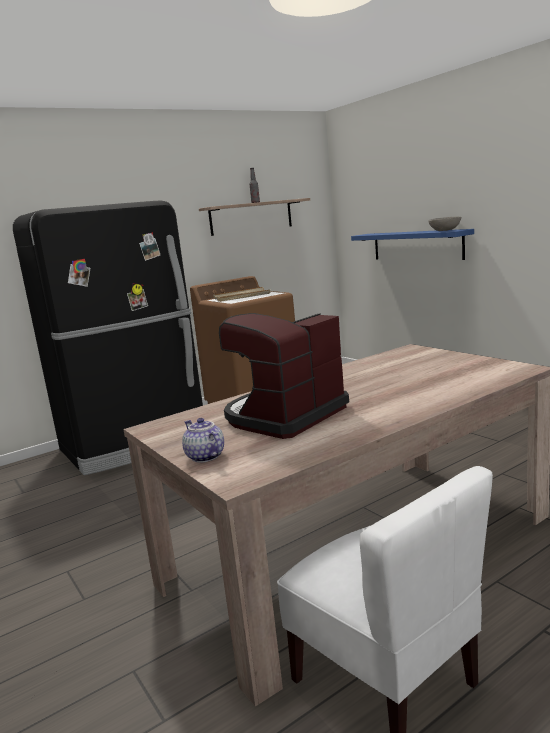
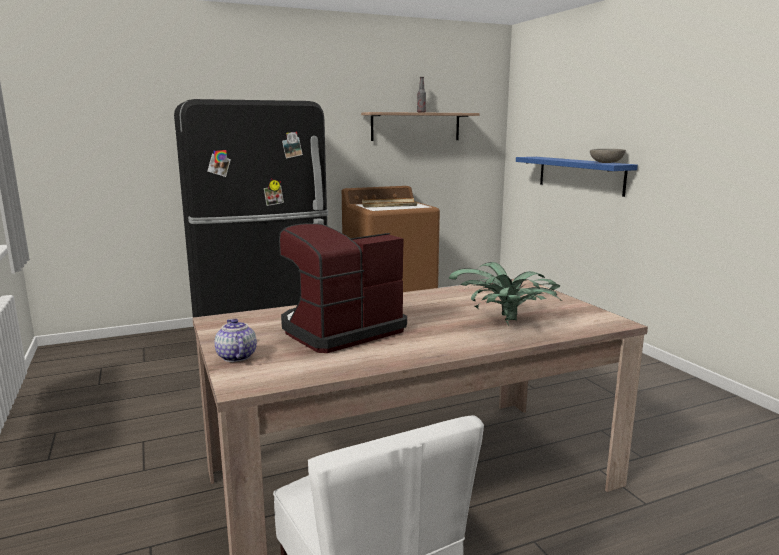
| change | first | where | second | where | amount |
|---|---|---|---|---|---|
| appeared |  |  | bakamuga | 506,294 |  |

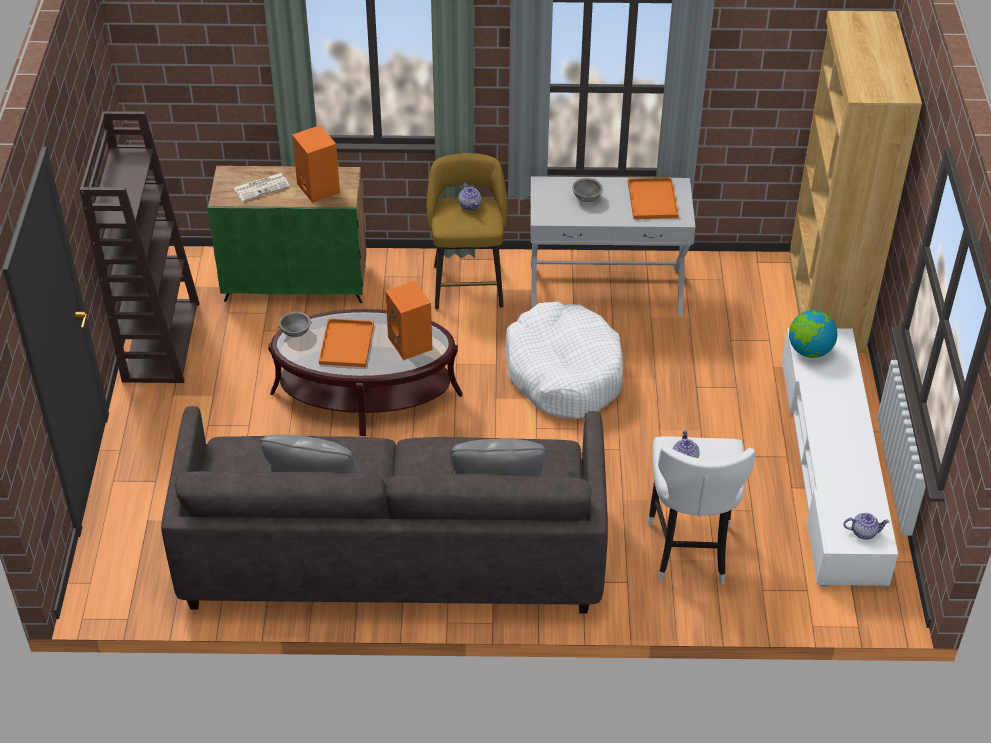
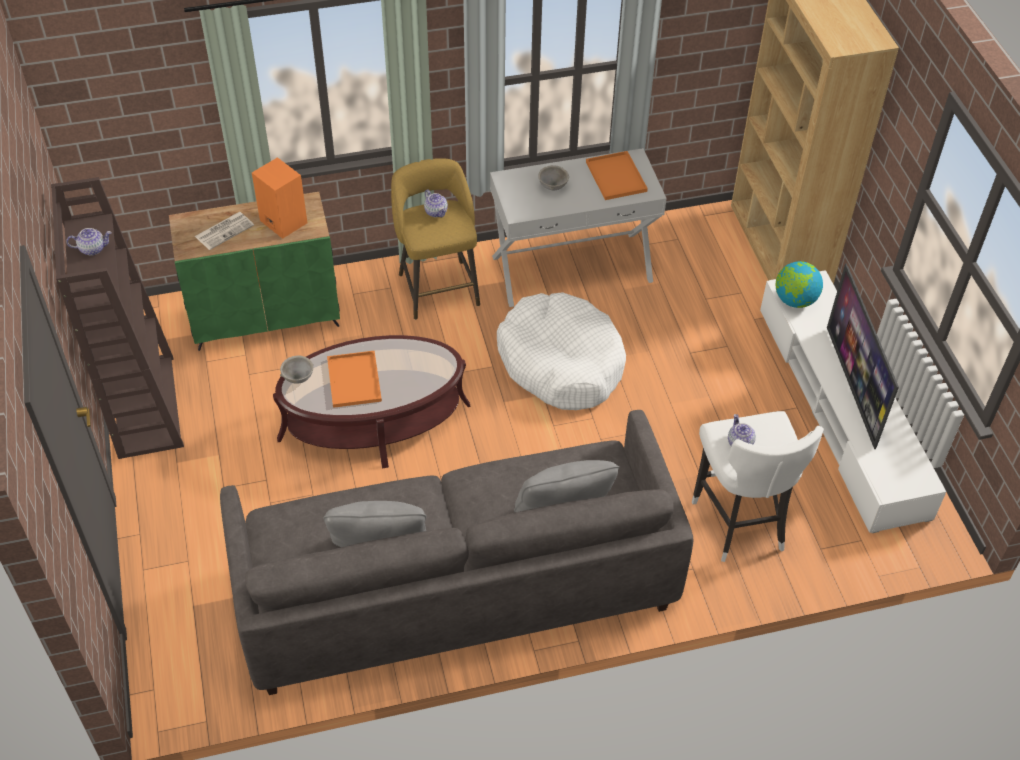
| change | first | where | second | where | amount |
|---|---|---|---|---|---|
| relocated | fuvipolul | 867,526 |  | 89,242 |  |
| appeared |  |  | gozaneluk | 863,356 |  |
| missing | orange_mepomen | 408,320 |  |  |  |

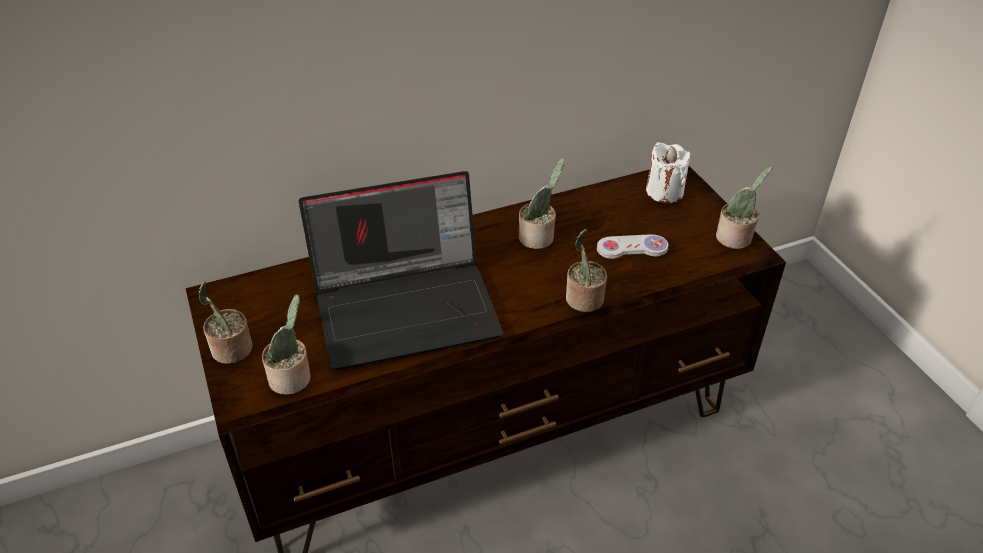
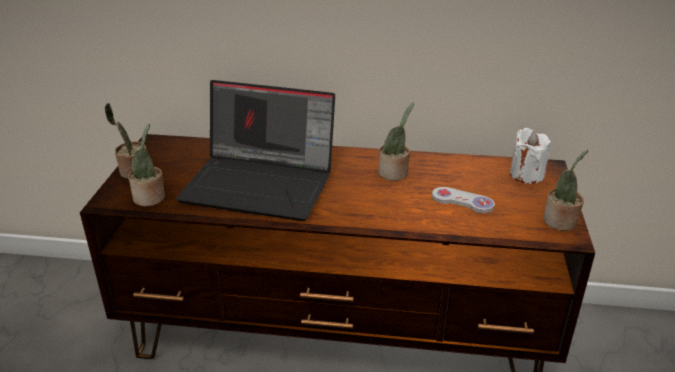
| change | first | where | second | where | amount |
|---|---|---|---|---|---|
| missing | bakamuga | 586,270 |  |  |  |

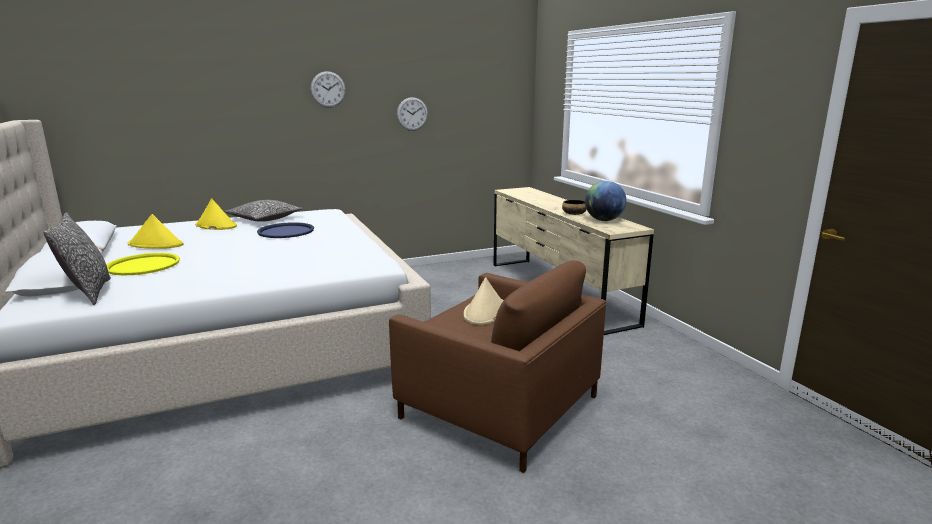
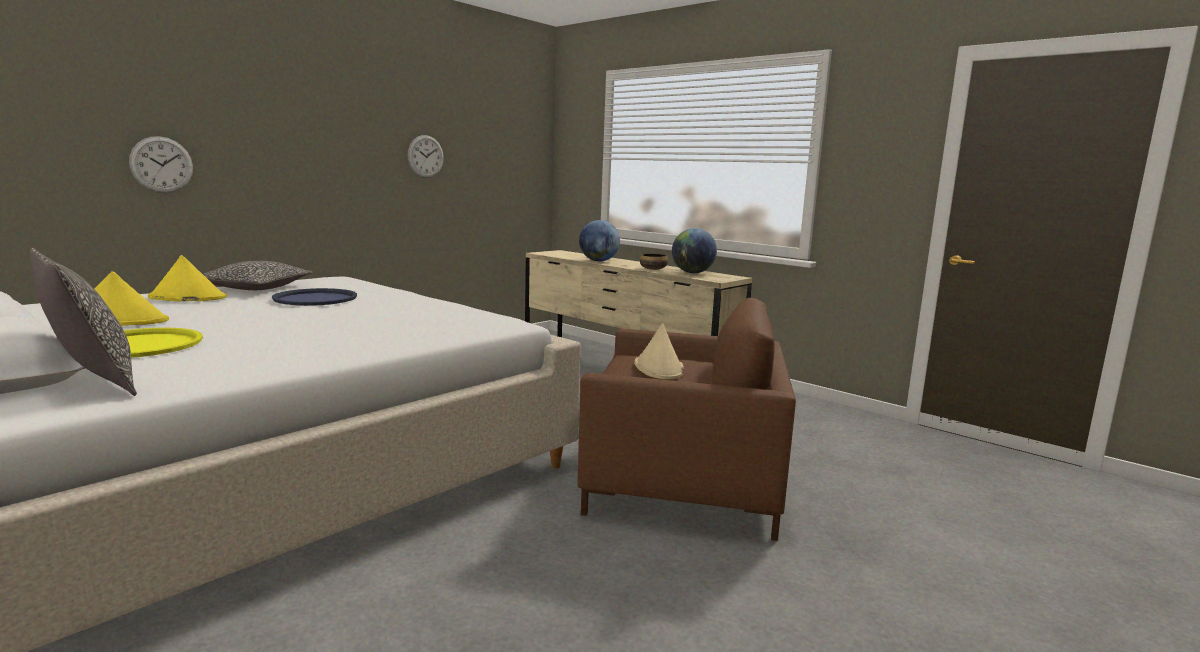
| change | first | where | second | where | amount |
|---|---|---|---|---|---|
| relocated | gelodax | 328,89 |  | 161,164 |  |
| appeared |  |  | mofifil | 599,240 |  |

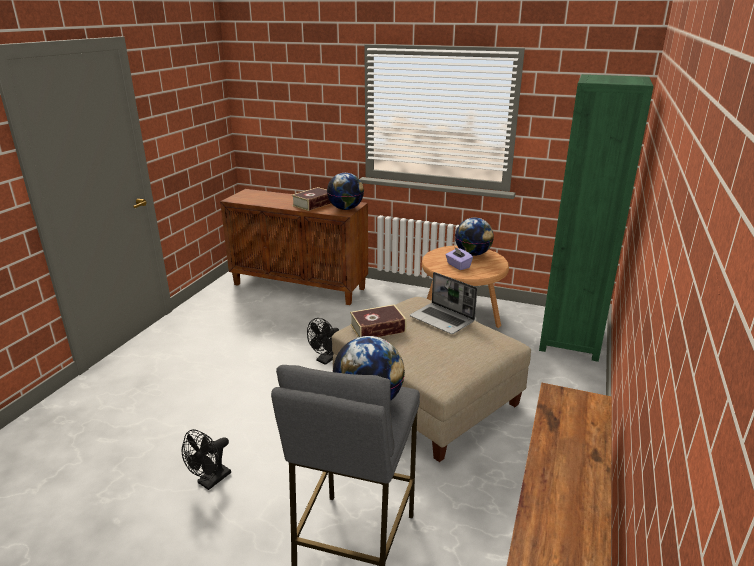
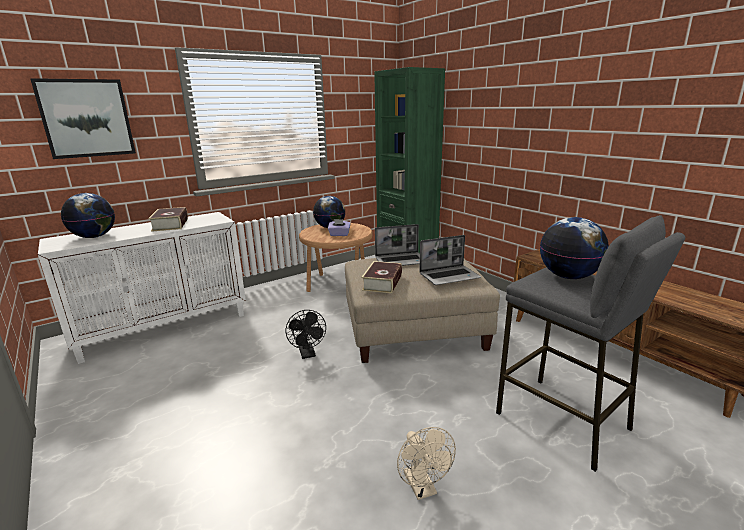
| change | first | where | second | where | amount |
|---|---|---|---|---|---|
| appeared |  |  | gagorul | 83,118 |  |
| colour | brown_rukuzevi | 294,247 | white_rukuzevi | 142,288 |  |
| relocated | mofifil | 345,191 |  | 88,215 |  |
| colour | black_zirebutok | 206,459 | beige_zirebutok | 426,463 |  |
| appeared |  |  | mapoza | 450,260 |  |

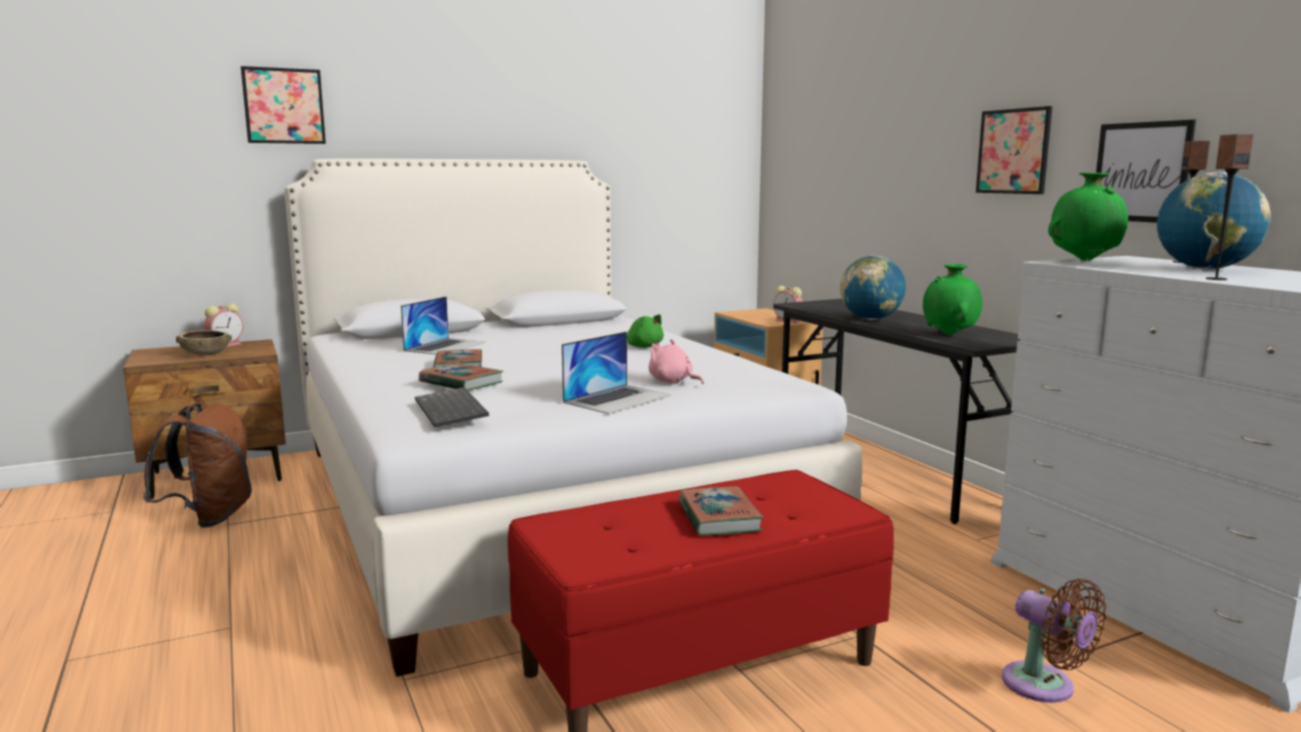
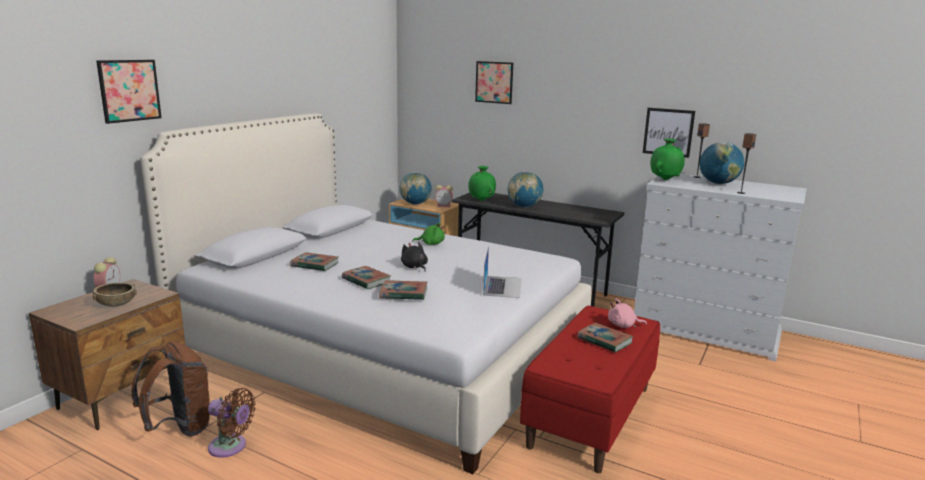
| change | first | where | second | where | amount |
|---|---|---|---|---|---|
| relocated | brown_zirebutok | 1054,641 |  | 232,423 |  |
| exchanged | mapoza | 443,325 | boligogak | 314,261 |  |
| appeared |  |  | mofifil | 416,188 |  |
| appeared |  |  | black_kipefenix | 414,257 |  |
| relocated | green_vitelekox | 952,299 |  | 482,183 |  |
| relocated | gagorul | 1014,150 |  | 494,82 |  |
| relocated | pink_kipefenix | 676,361 |  | 627,313 |  |
| missing | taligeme | 452,407 |  |  |  |

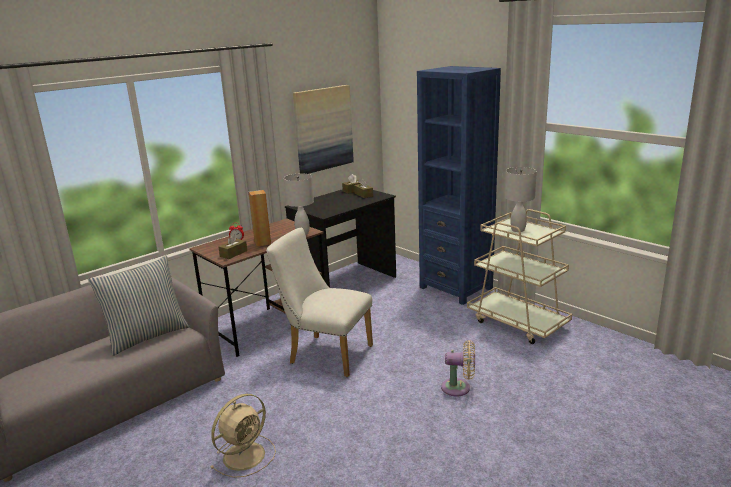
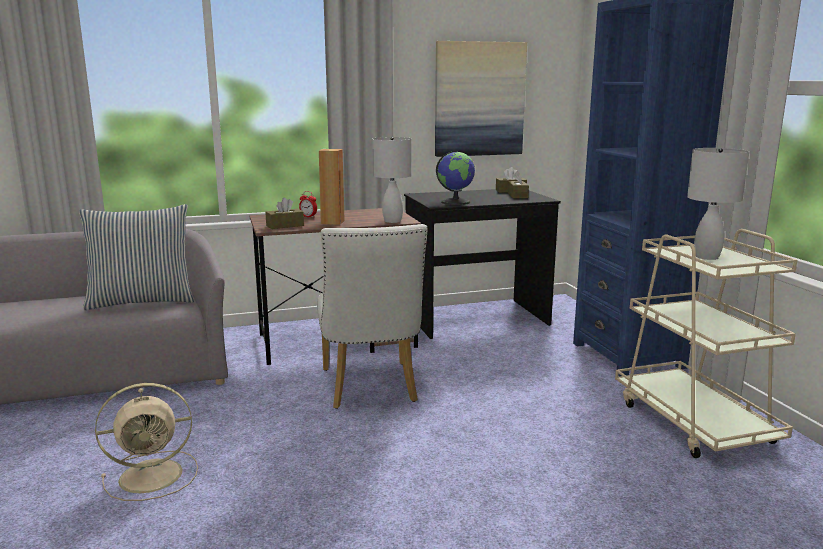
| change | first | where | second | where | amount |
|---|---|---|---|---|---|
| spun | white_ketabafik | 319,302 |  | 372,316 | 150 degrees counterclockwise |
| appeared |  |  | mofifil | 455,178 |  |
| missing | beige_zirebutok | 458,368 |  |  |  |

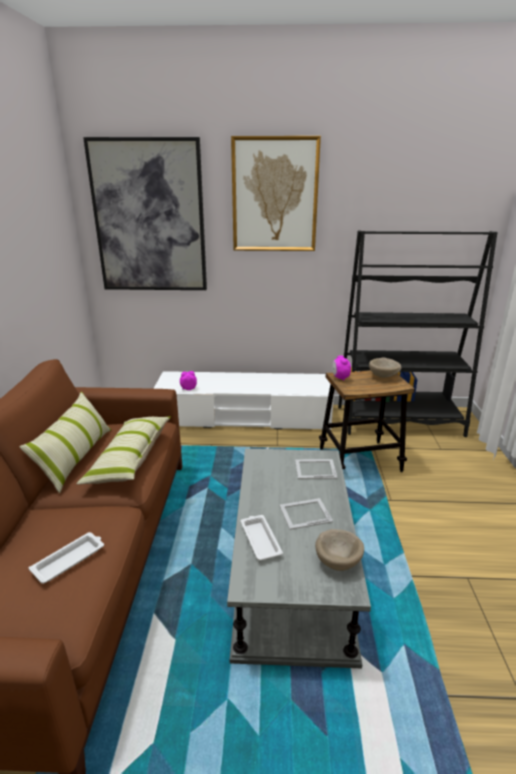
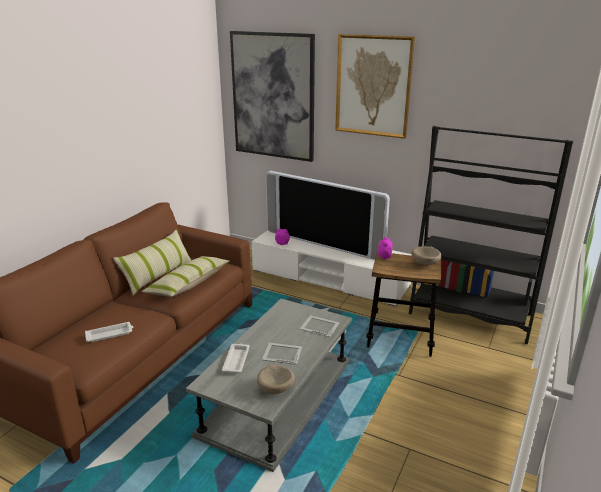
| change | first | where | second | where | amount |
|---|---|---|---|---|---|
| appeared |  |  | gozaneluk | 328,215 |  |

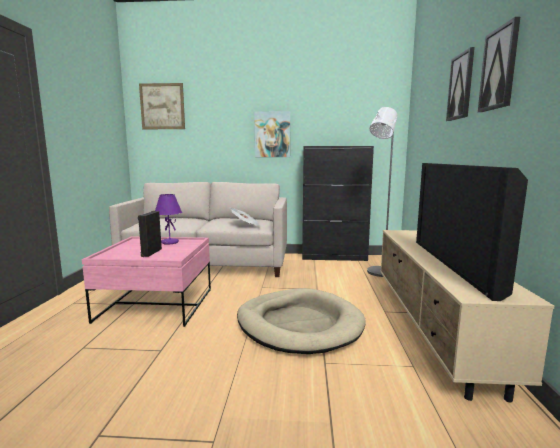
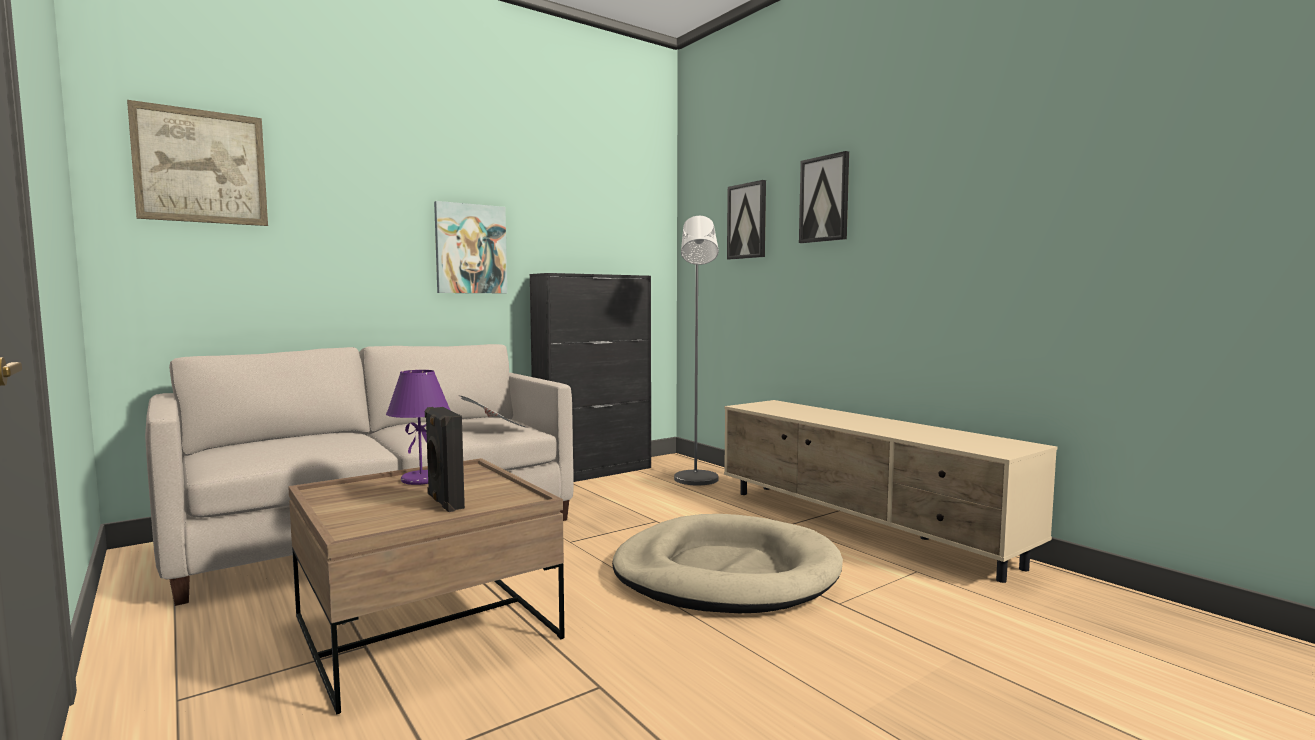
| change | first | where | second | where | amount |
|---|---|---|---|---|---|
| colour | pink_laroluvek | 146,282 | brown_laroluvek | 426,586 |  |
| relocated | gagorul | 499,64 |  | 746,219 |  |
| missing | gozaneluk | 472,232 |  |  |  |

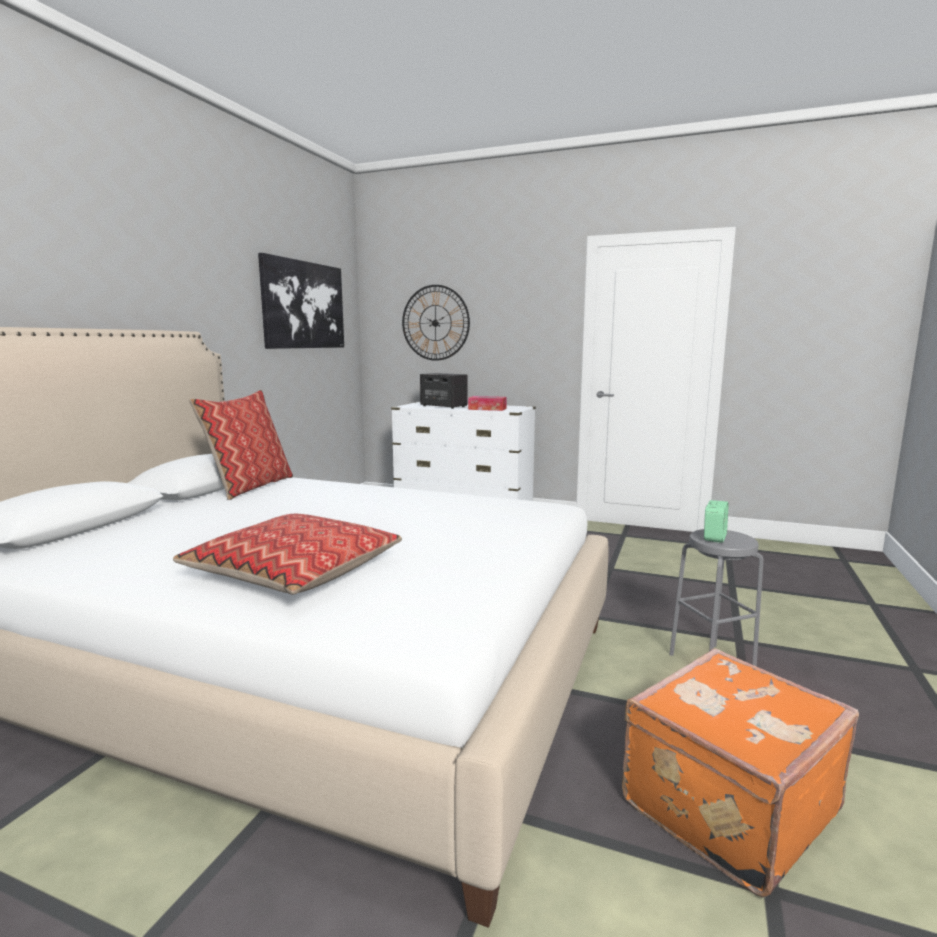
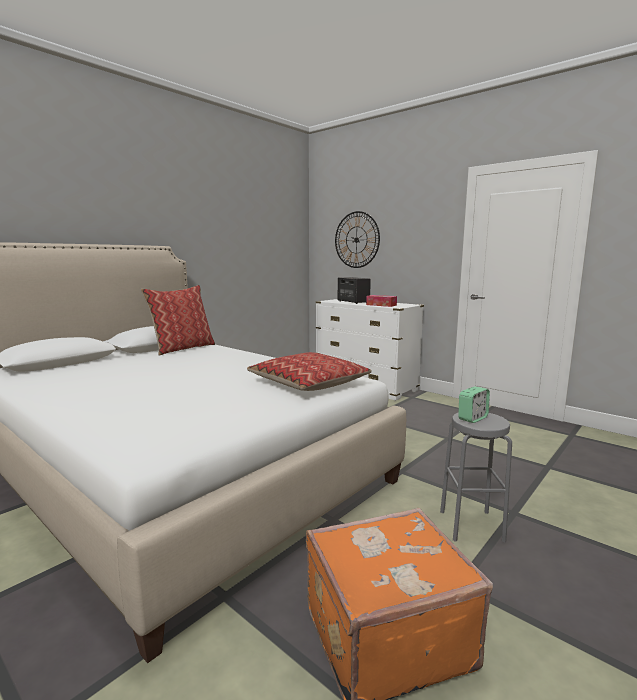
| change | first | where | second | where | amount |
|---|---|---|---|---|---|
| relocated | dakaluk | 287,554 |  | 309,371 |  |
| missing | gagorul | 301,301 |  |  |  |

